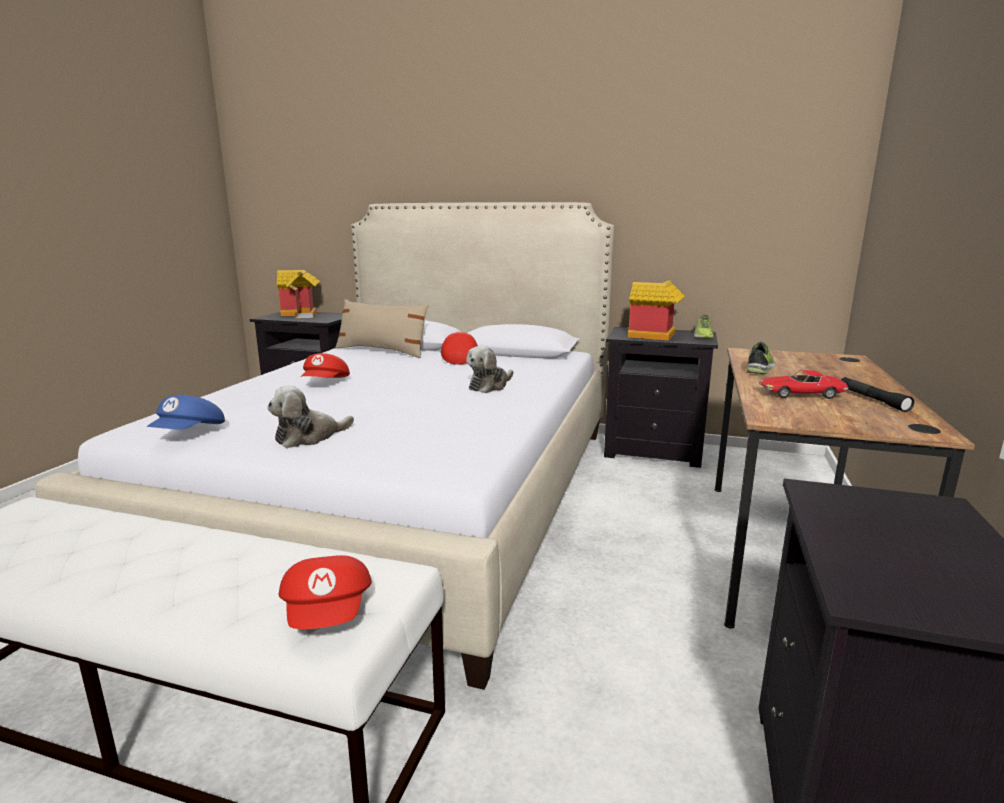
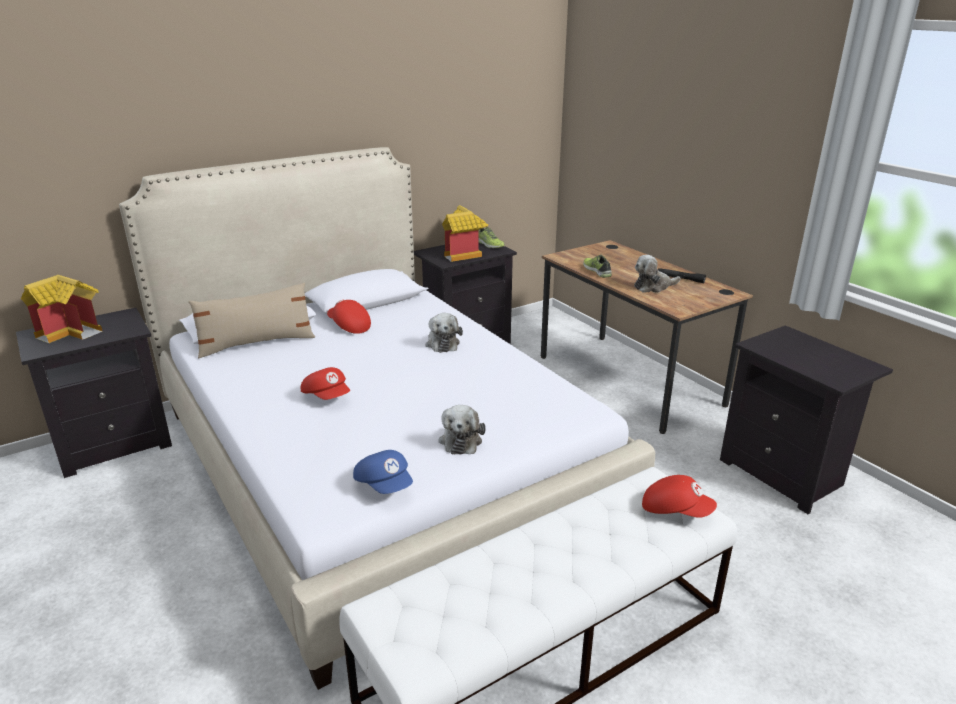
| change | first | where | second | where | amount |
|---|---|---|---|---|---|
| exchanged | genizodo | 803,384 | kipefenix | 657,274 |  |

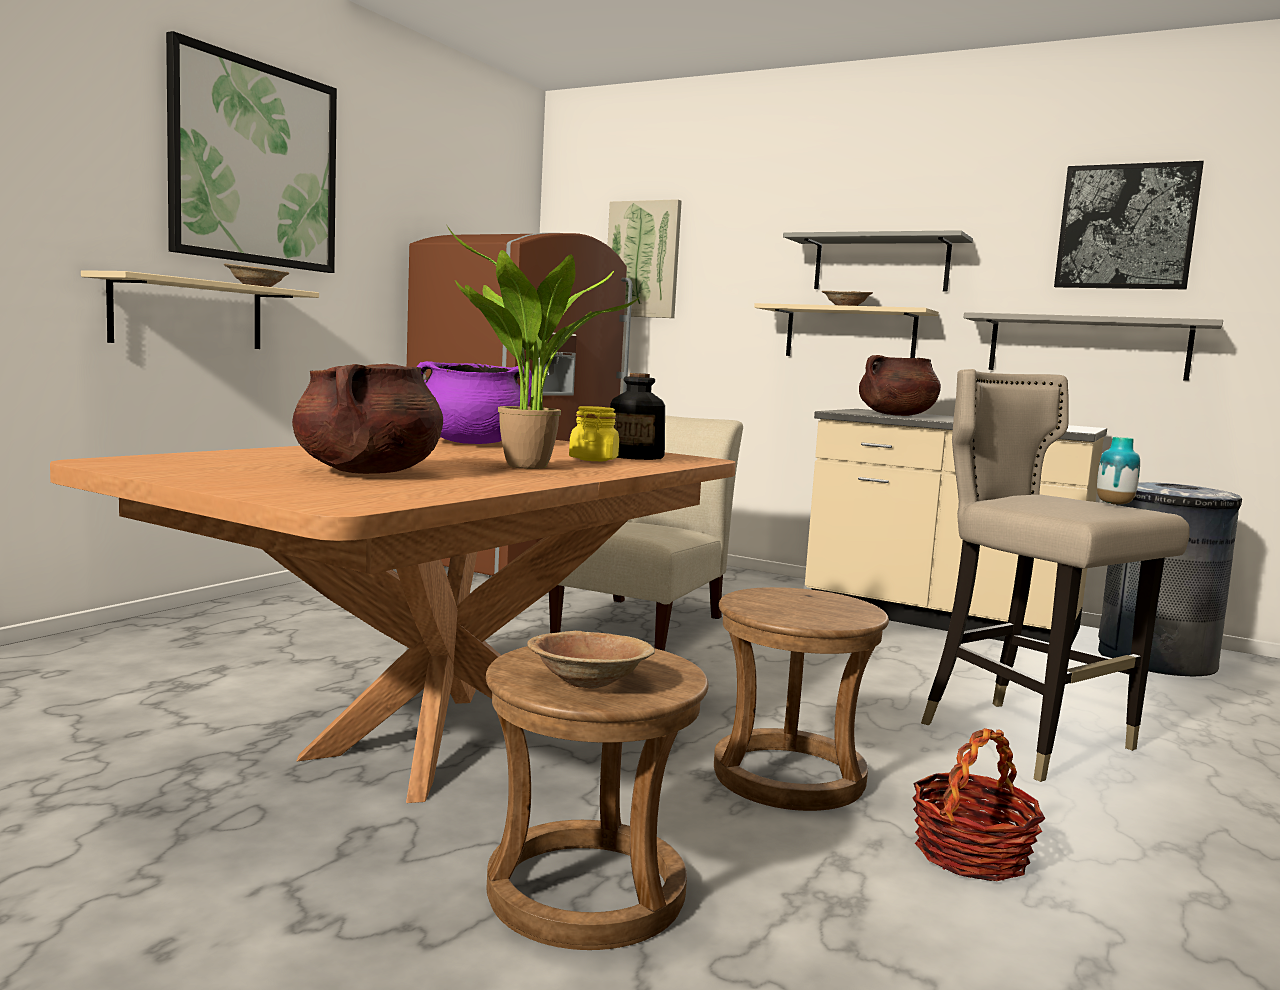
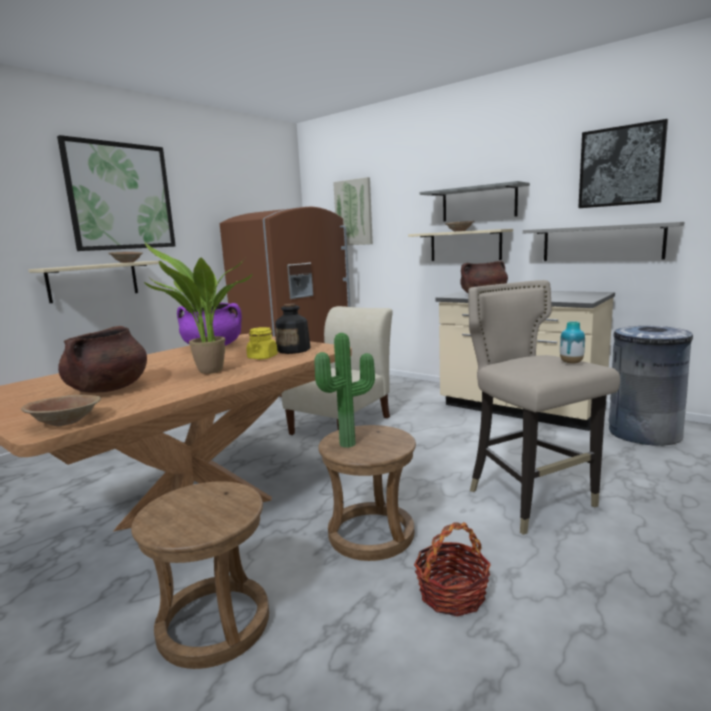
| change | first | where | second | where | amount |
|---|---|---|---|---|---|
| relocated | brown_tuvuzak | 591,660 |  | 61,410 |  |
| appeared |  |  | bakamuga | 344,390 |  |

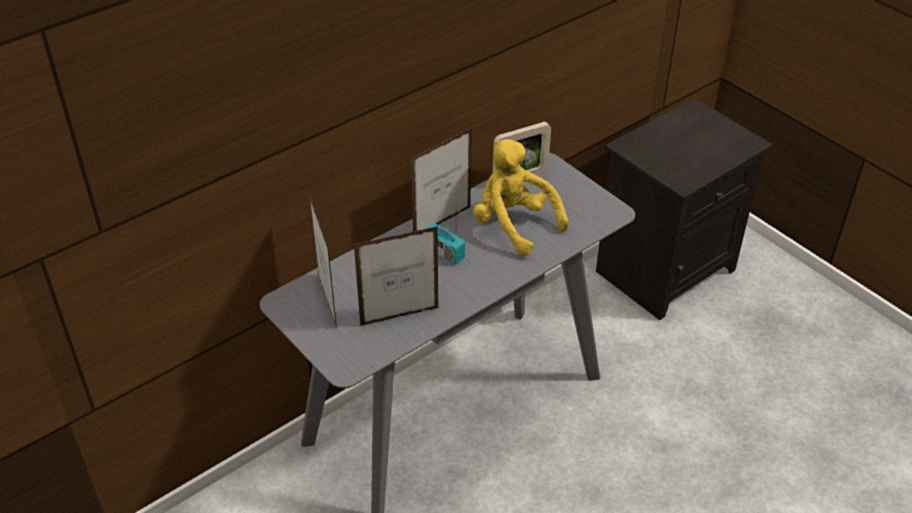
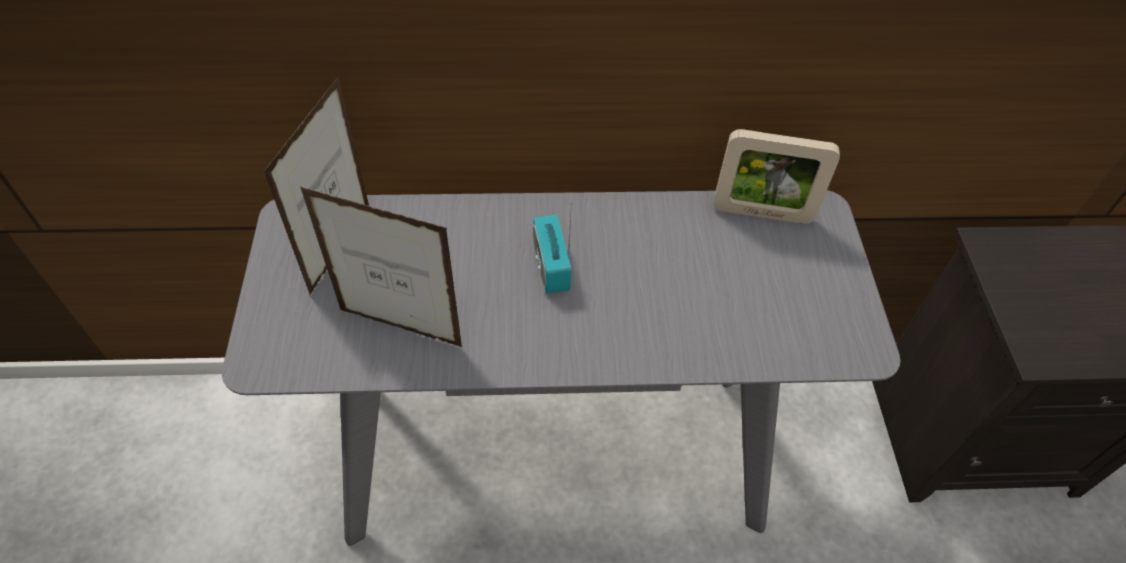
| change | first | where | second | where | amount |
|---|---|---|---|---|---|
| missing | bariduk | 441,179 |  |  |  |
| missing | yellow_kipefenix | 521,197 |  |  |  |

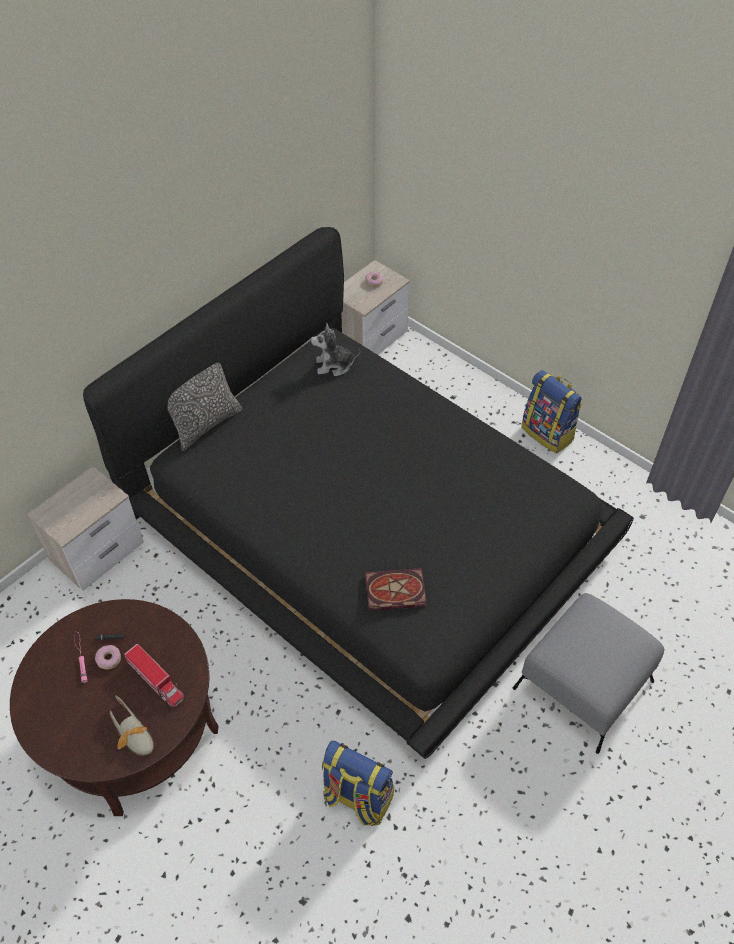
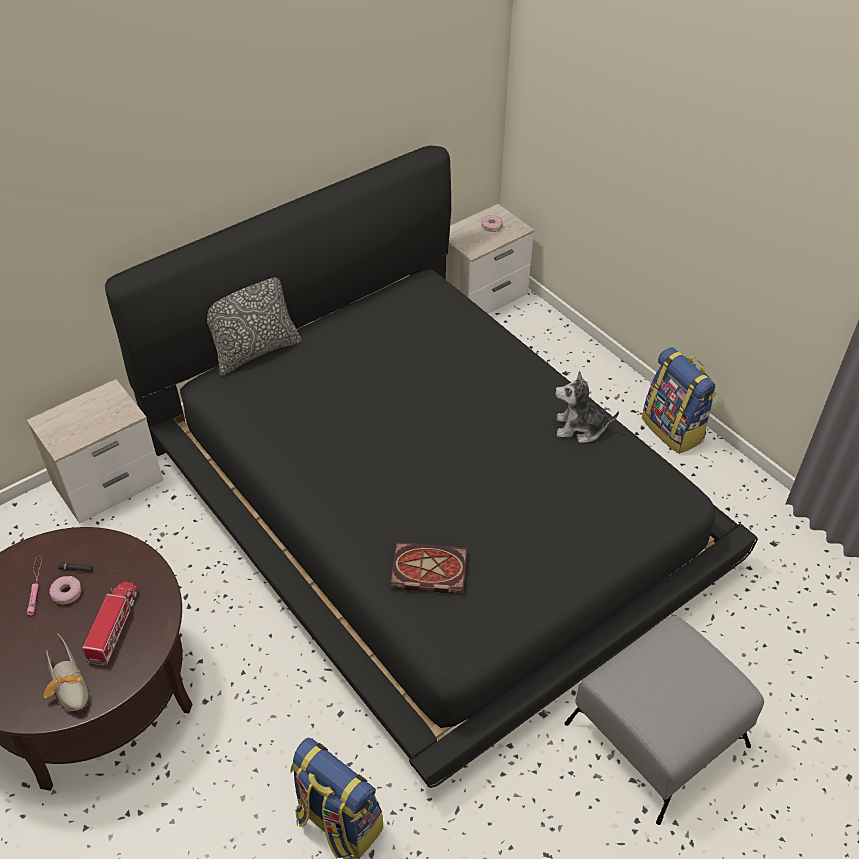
| change | first | where | second | where | amount |
|---|---|---|---|---|---|
| spun | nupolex | 154,675 |  | 109,624 | 135 degrees counterclockwise |
| relocated | kipefenix | 335,349 |  | 587,407 |  |

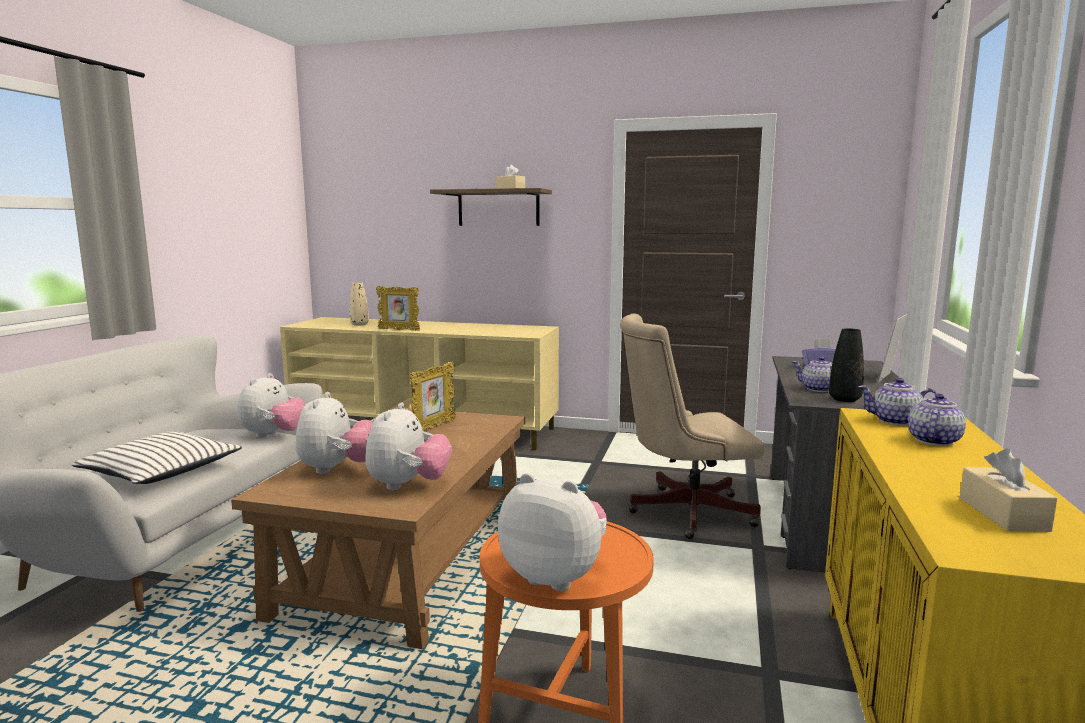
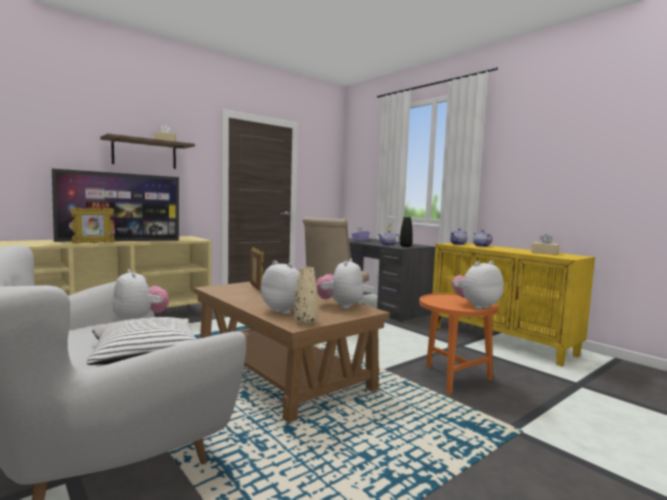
| change | first | where | second | where | amount |
|---|---|---|---|---|---|
| appeared |  |  | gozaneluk | 115,205 |  |
| relocated | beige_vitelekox | 359,304 |  | 306,296 |  |
| spun | kipefenix | 408,447 |  | 340,283 | 120 degrees counterclockwise |

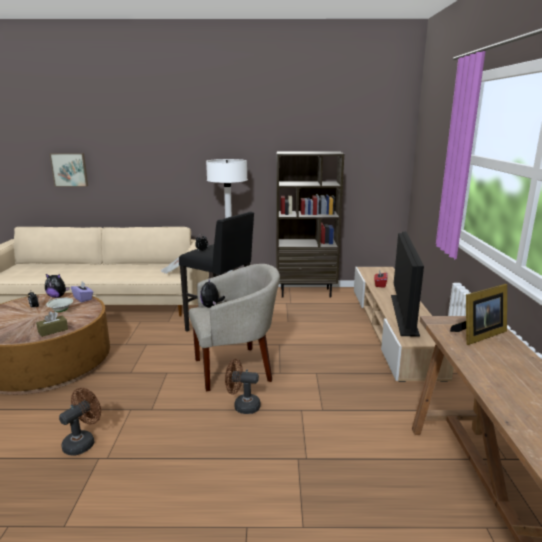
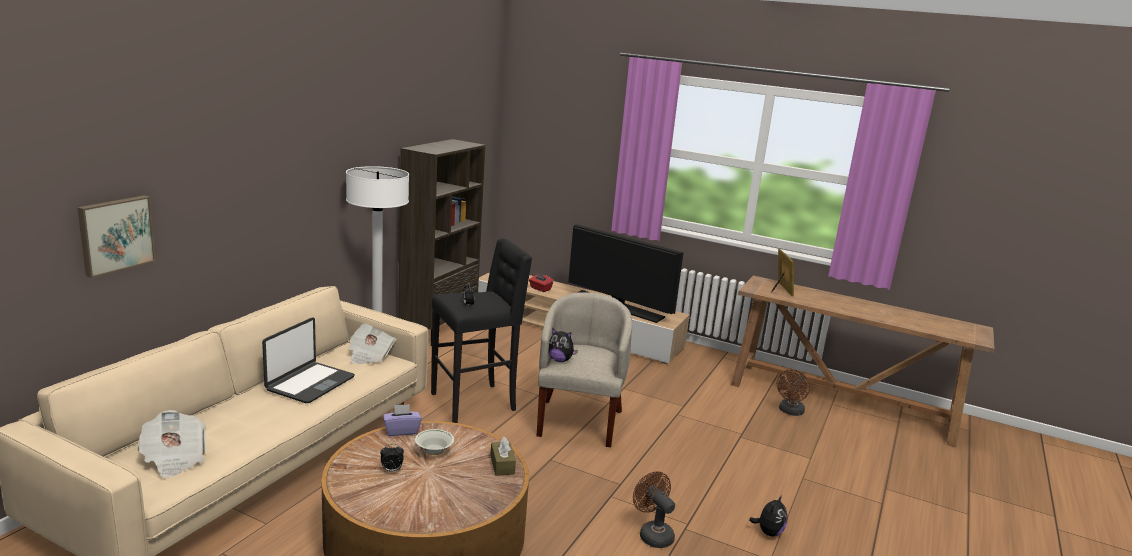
| change | first | where | second | where | amount |
|---|---|---|---|---|---|
| appeared |  |  | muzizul | 172,444 |  |
| appeared |  |  | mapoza | 308,360 |  |
| relocated | kipefenix | 57,286 |  | 768,515 |  |
| relocated | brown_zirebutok | 243,386 |  | 793,393 |  |

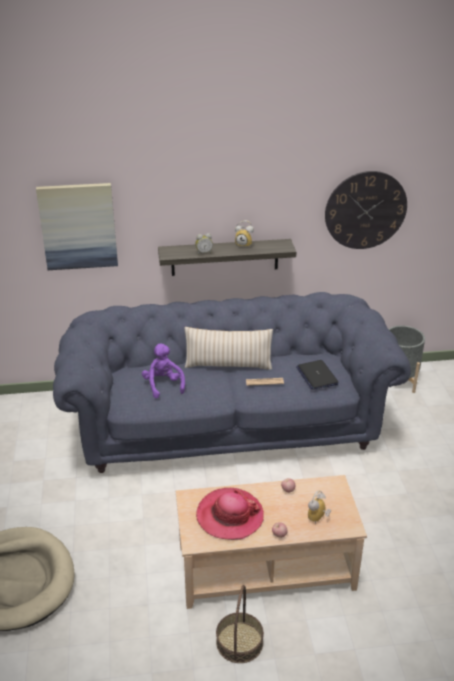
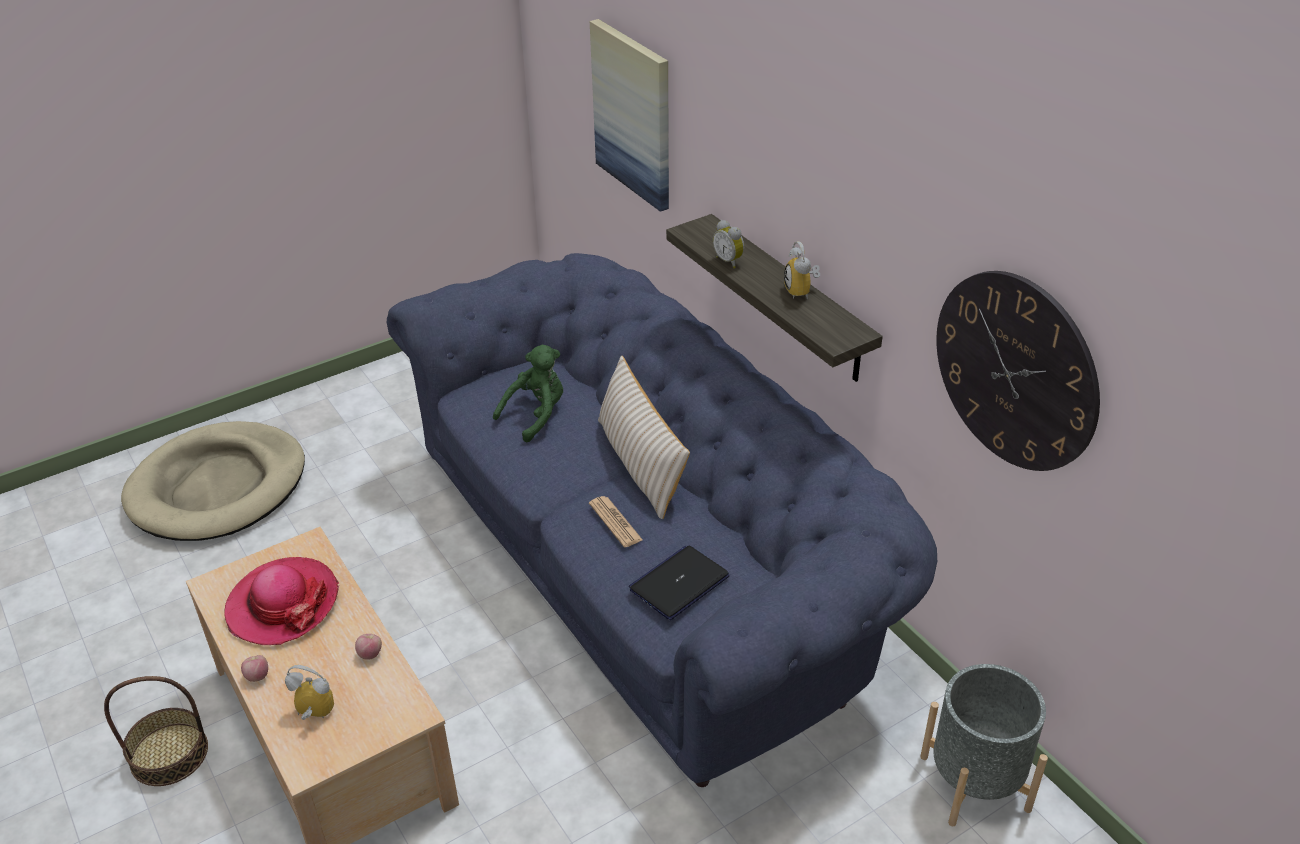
| change | first | where | second | where | amount |
|---|---|---|---|---|---|
| colour | purple_kipefenix | 163,370 | green_kipefenix | 528,393 |  |

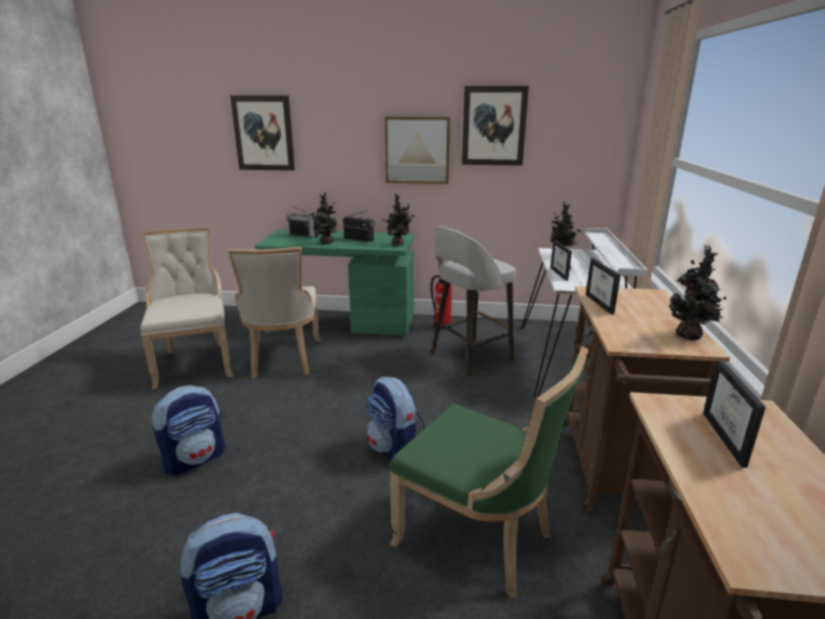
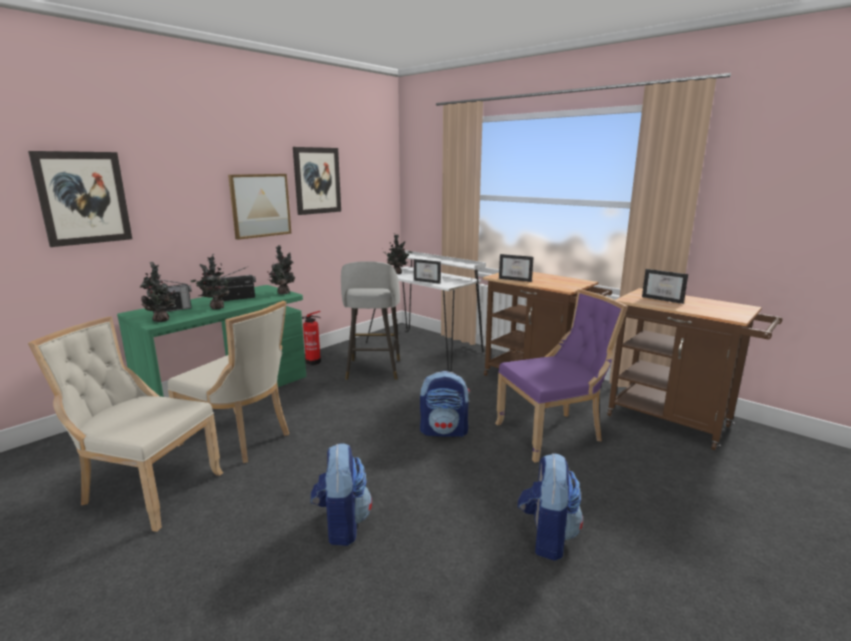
| change | first | where | second | where | amount |
|---|---|---|---|---|---|
| relocated | bakamuga | 698,292 |  | 158,292 |  |
| colour | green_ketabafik | 489,472 | purple_ketabafik | 561,375 |  |

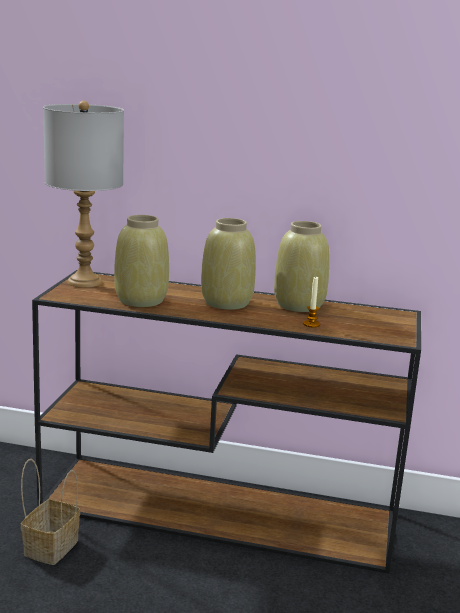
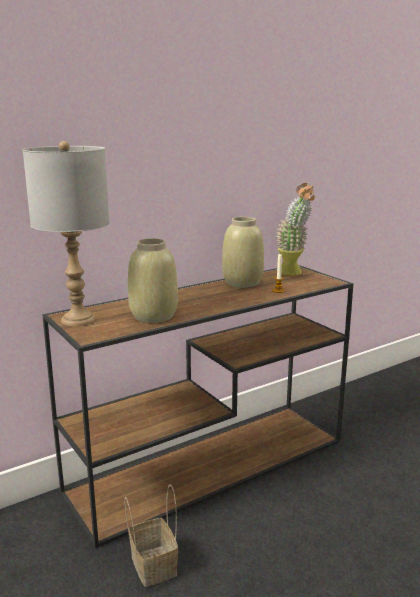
| change | first | where | second | where | amount |
|---|---|---|---|---|---|
| appeared |  |  | bakamuga | 295,229 |  |
| missing | beige_vitelekox | 228,264 |  |  |  |

